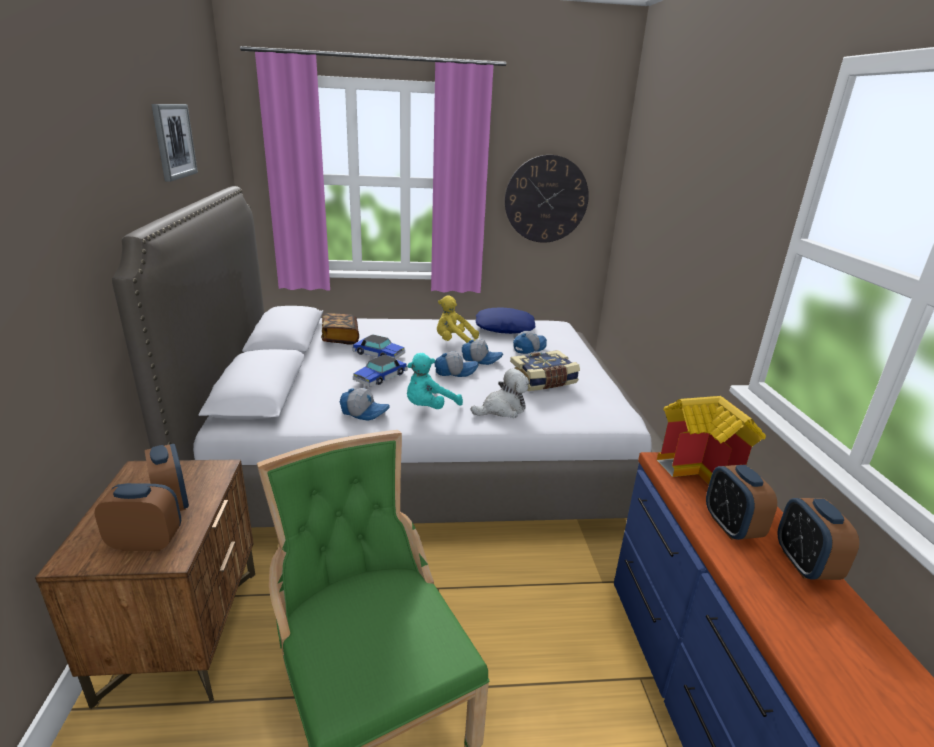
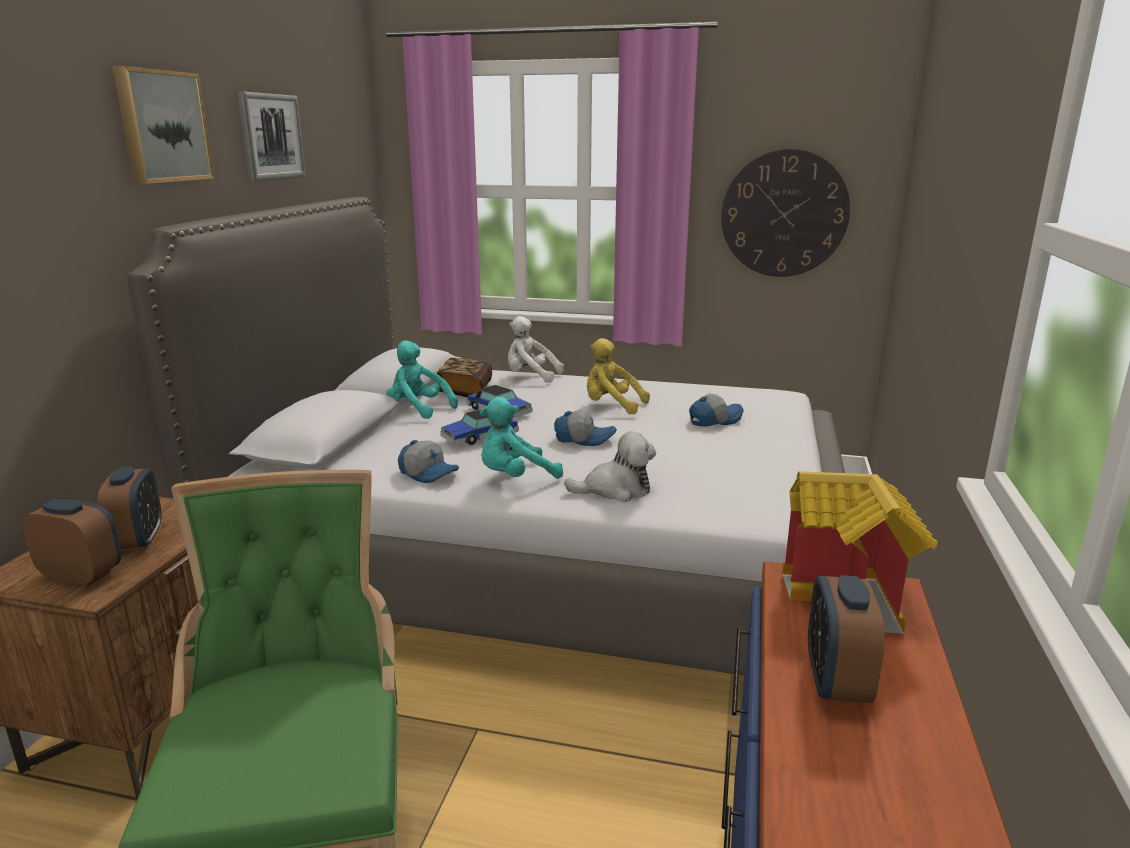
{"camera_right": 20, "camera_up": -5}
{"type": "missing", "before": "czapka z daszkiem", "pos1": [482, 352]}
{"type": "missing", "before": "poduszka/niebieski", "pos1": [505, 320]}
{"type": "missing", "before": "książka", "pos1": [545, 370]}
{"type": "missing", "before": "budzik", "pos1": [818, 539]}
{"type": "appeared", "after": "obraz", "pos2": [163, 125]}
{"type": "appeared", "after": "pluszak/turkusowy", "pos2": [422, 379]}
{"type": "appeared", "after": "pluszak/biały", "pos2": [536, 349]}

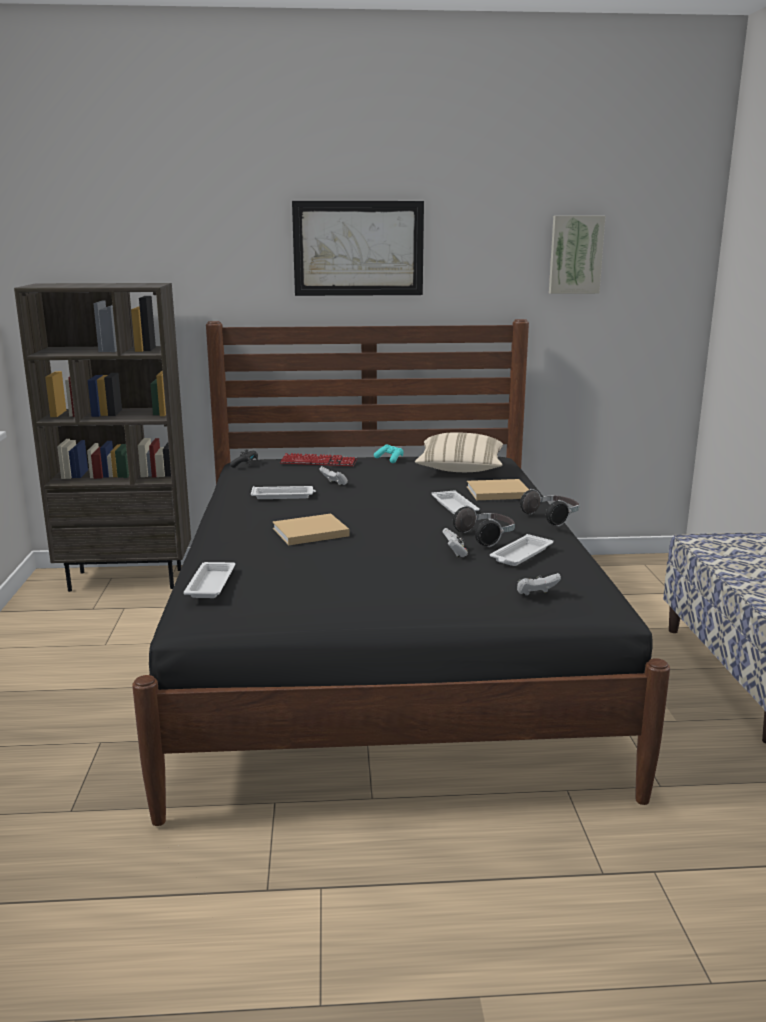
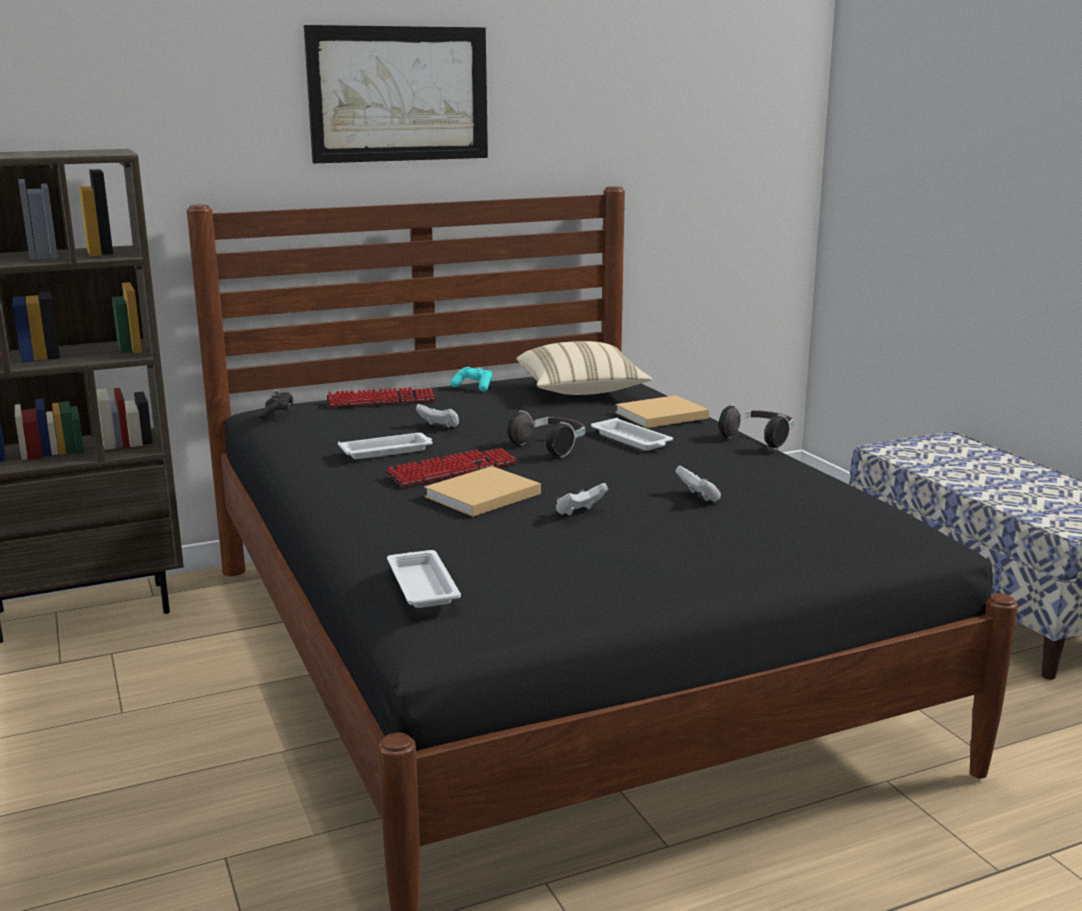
{"camera_right": -20, "camera_up": 0}
{"type": "relocated", "before": "słuchawki", "pos1": [484, 526], "pos2": [546, 434]}
{"type": "missing", "before": "taca/biały", "pos1": [521, 550]}
{"type": "relocated", "before": "pad do gier/biały", "pos1": [539, 584], "pos2": [582, 499]}
{"type": "missing", "before": "obraz", "pos1": [577, 255]}
{"type": "appeared", "after": "klawiatura", "pos2": [451, 467]}

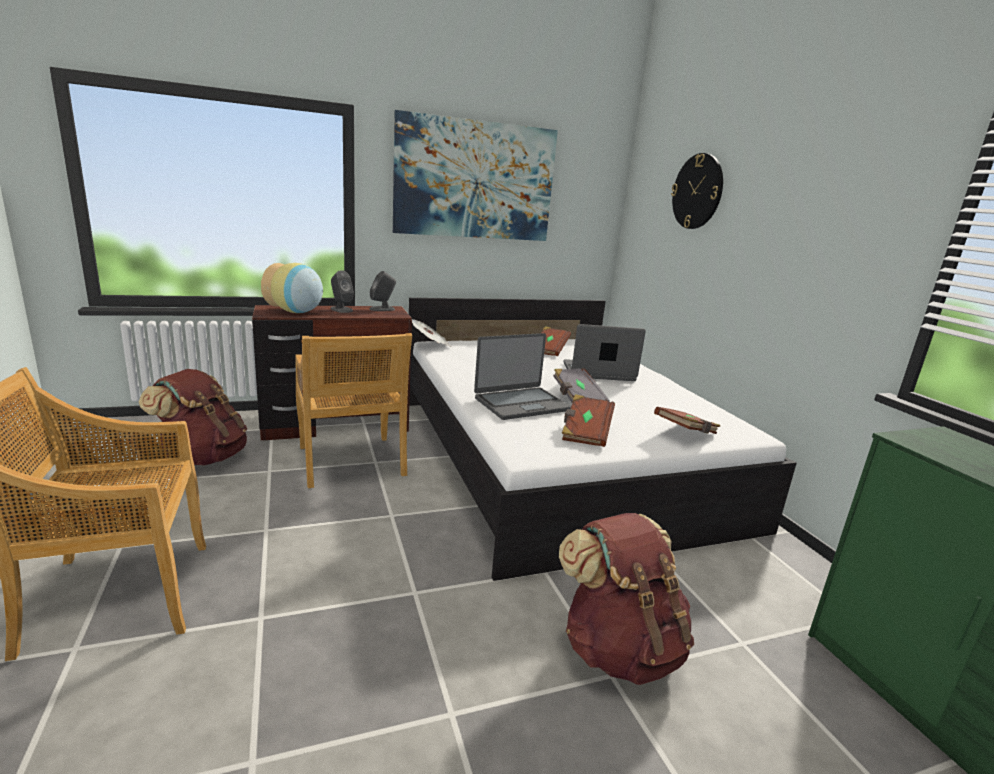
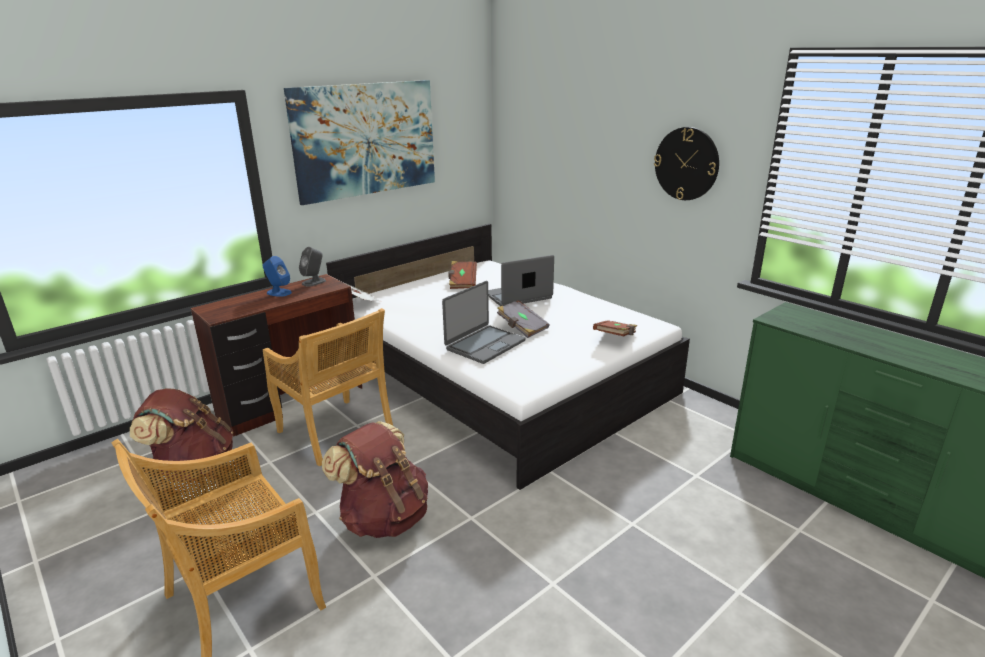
{"camera_right": -20, "camera_up": 5}
{"type": "missing", "before": "wazon", "pos1": [292, 288]}
{"type": "colour", "before": "głośnik/szary", "after": "głośnik/niebieski", "pos1": [342, 291], "pos2": [277, 276]}
{"type": "relocated", "before": "plecak/brązowy", "pos1": [626, 599], "pos2": [375, 479]}
{"type": "missing", "before": "książka/brązowy", "pos1": [588, 420]}
{"type": "relocated", "before": "zegar ścienny", "pos1": [697, 191], "pos2": [686, 163]}

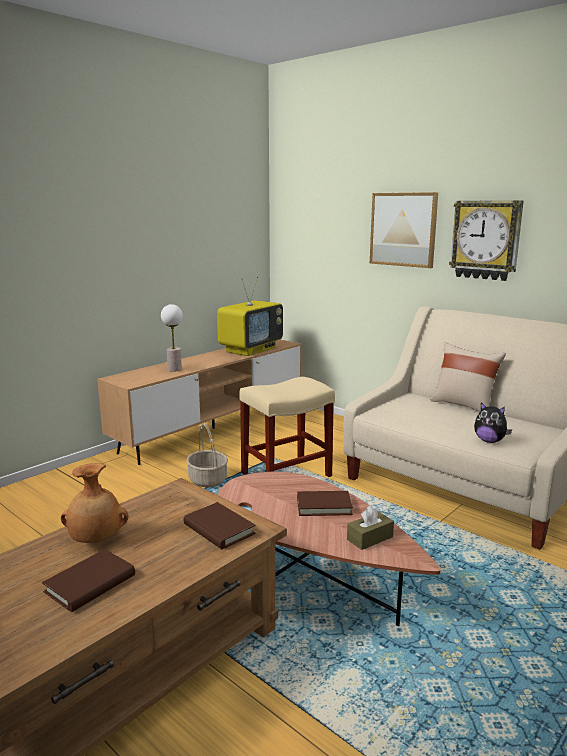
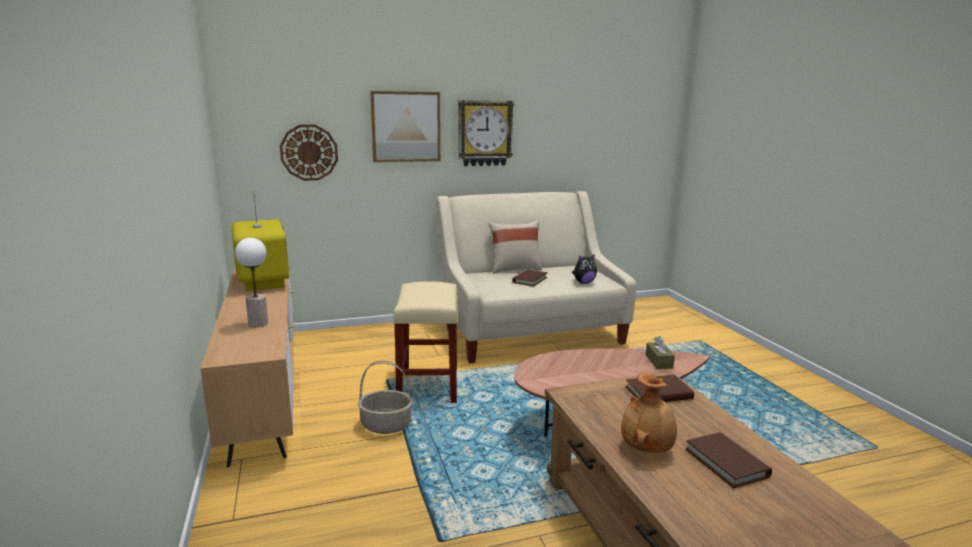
{"camera_right": -60, "camera_up": 0}
{"type": "relocated", "before": "książka/brązowy", "pos1": [325, 503], "pos2": [530, 277]}
{"type": "appeared", "after": "zegar ścienny", "pos2": [309, 153]}

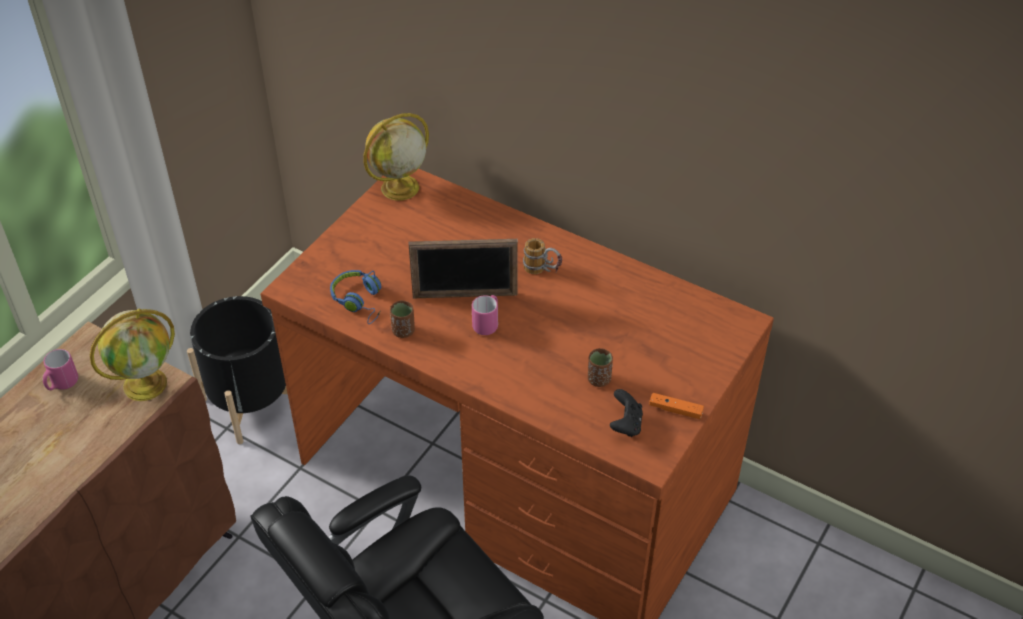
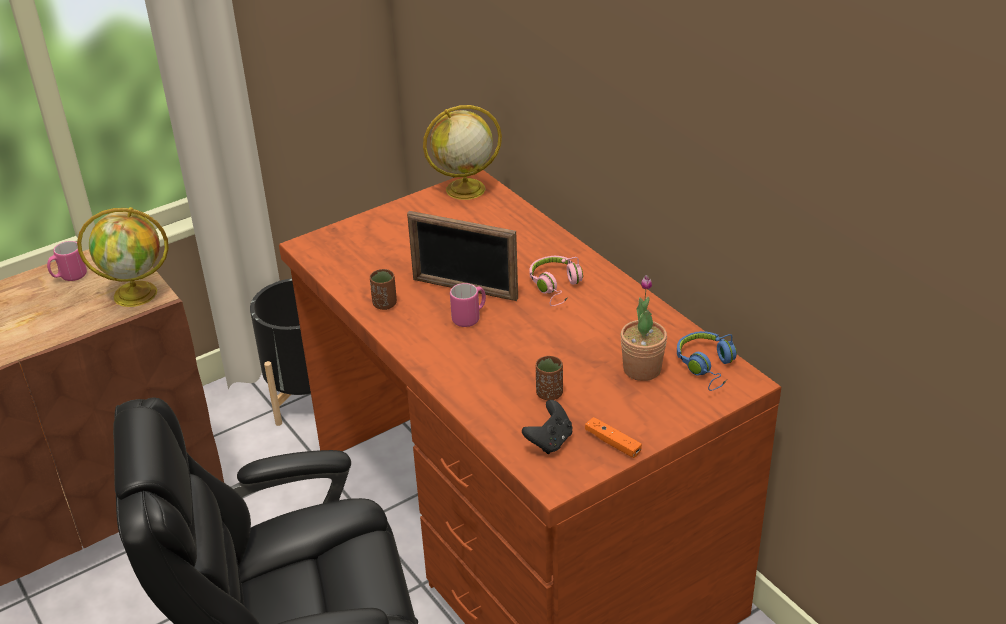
{"camera_right": 25, "camera_up": -10}
{"type": "relocated", "before": "słuchawki/niebieski", "pos1": [355, 297], "pos2": [707, 361]}
{"type": "exchanged", "before": "kubek", "after": "słuchawki/różowy", "pos1": [542, 256], "pos2": [556, 281]}
{"type": "appeared", "after": "roślina doniczkowa", "pos2": [643, 328]}

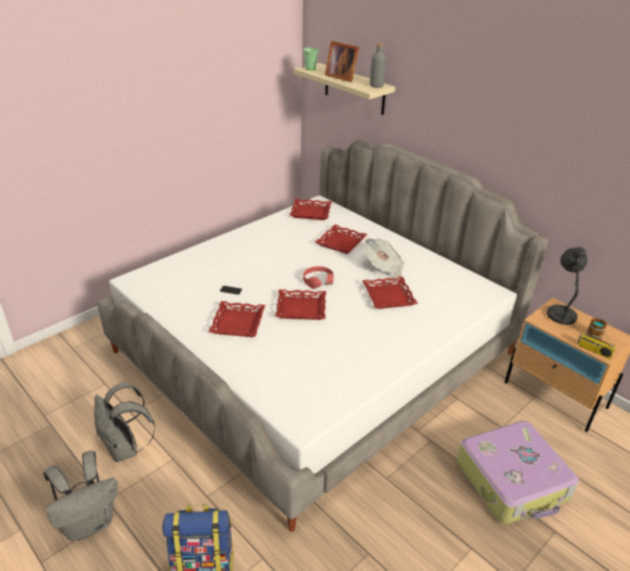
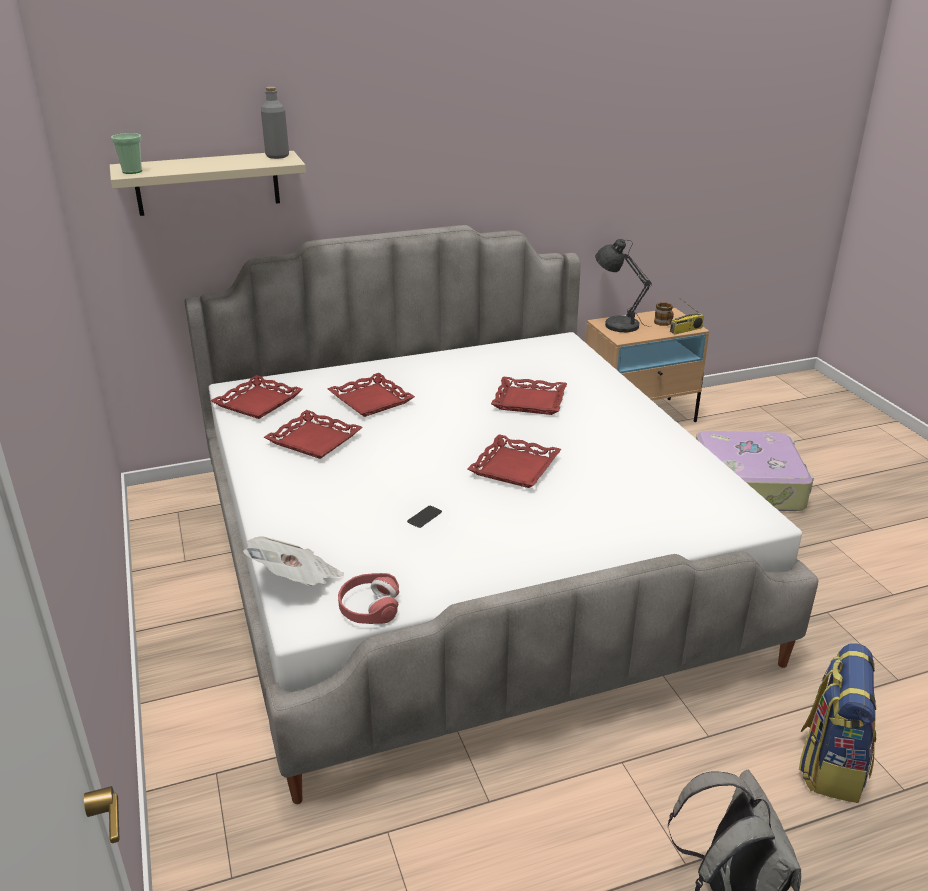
{"camera_right": -65, "camera_up": -5}
{"type": "missing", "before": "plecak/szary", "pos1": [124, 422]}
{"type": "relocated", "before": "taca/czerwony", "pos1": [236, 319], "pos2": [313, 434]}
{"type": "relocated", "before": "słuchawki/czerwony", "pos1": [318, 277], "pos2": [368, 598]}
{"type": "missing", "before": "ramka na zdjęcie", "pos1": [342, 61]}
{"type": "relocated", "before": "gazeta", "pos1": [384, 257], "pos2": [293, 561]}

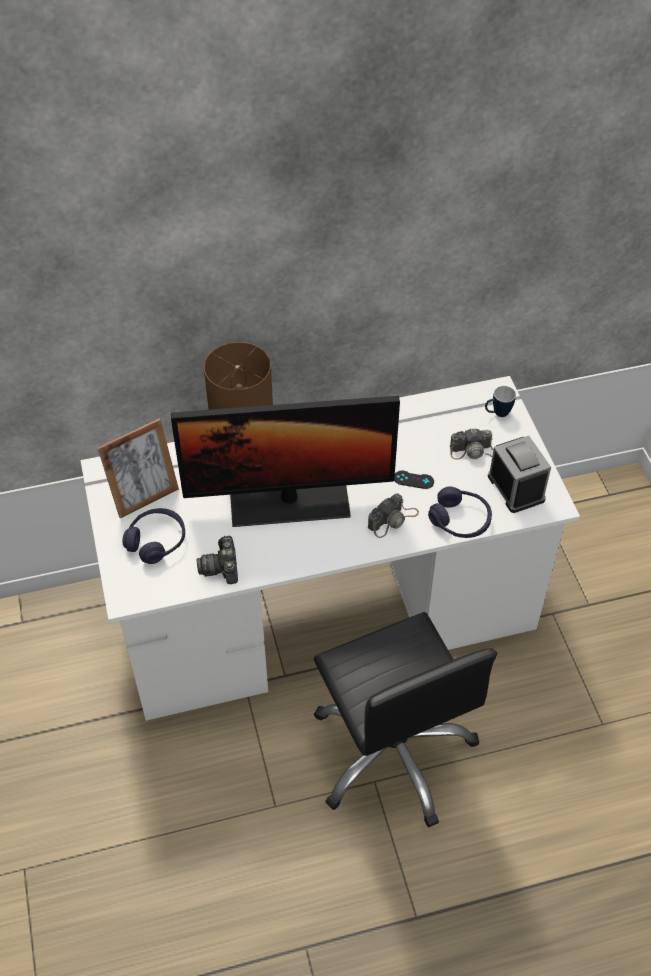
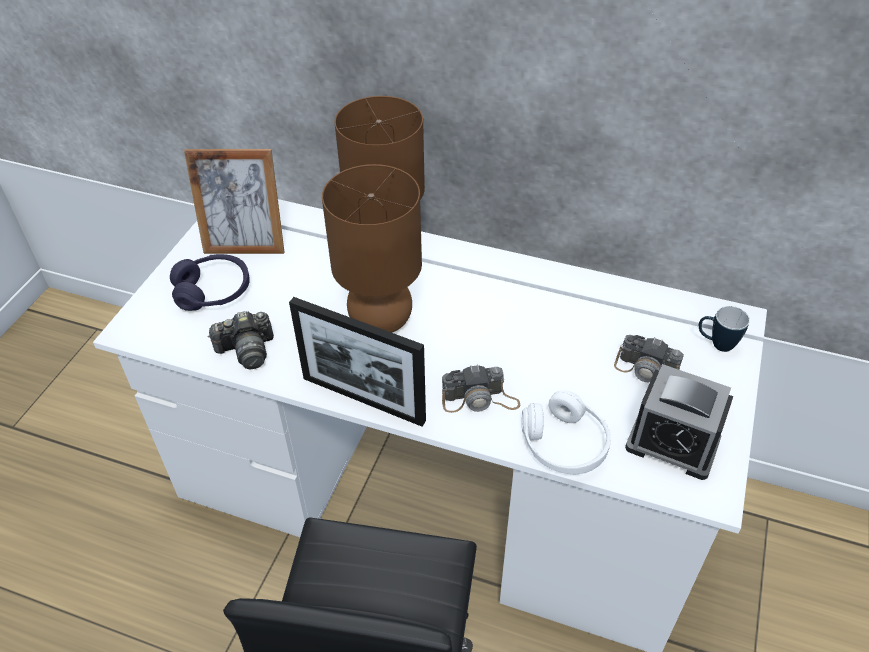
{"camera_right": 35, "camera_up": -5}
{"type": "exchanged", "before": "monitor", "after": "lampa stołowa/brązowy", "pos1": [285, 461], "pos2": [372, 248]}
{"type": "spun", "before": "aparat fotograficzny", "pos1": [217, 560], "pos2": [241, 340], "turn": -135}
{"type": "missing", "before": "pad do gier/czarny", "pos1": [414, 479]}
{"type": "colour", "before": "słuchawki/fioletowy", "after": "słuchawki/biały", "pos1": [460, 512], "pos2": [566, 432]}
{"type": "spun", "before": "budzik", "pos1": [519, 474], "pos2": [679, 422], "turn": 105}
{"type": "appeared", "after": "ramka na zdjęcie", "pos2": [357, 362]}

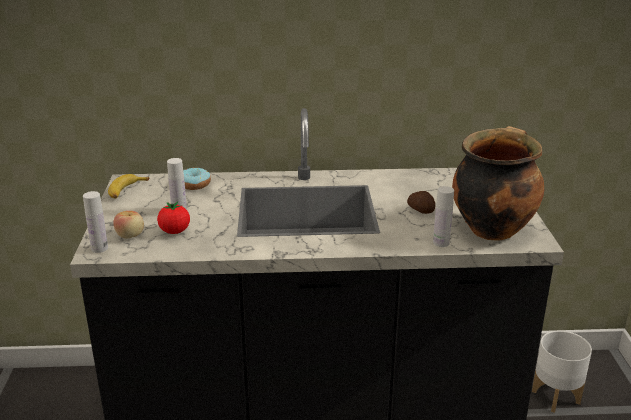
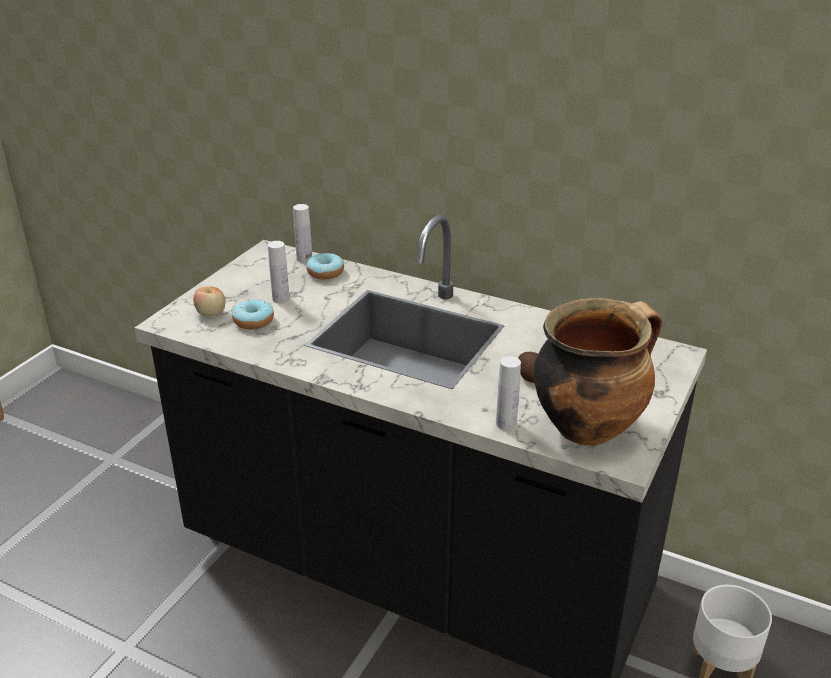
{"camera_right": 30, "camera_up": 5}
{"type": "relocated", "before": "butelka/biały", "pos1": [95, 222], "pos2": [302, 233]}
{"type": "missing", "before": "banan", "pos1": [129, 186]}
{"type": "exchanged", "before": "pomidor", "after": "donut", "pos1": [173, 218], "pos2": [253, 315]}

